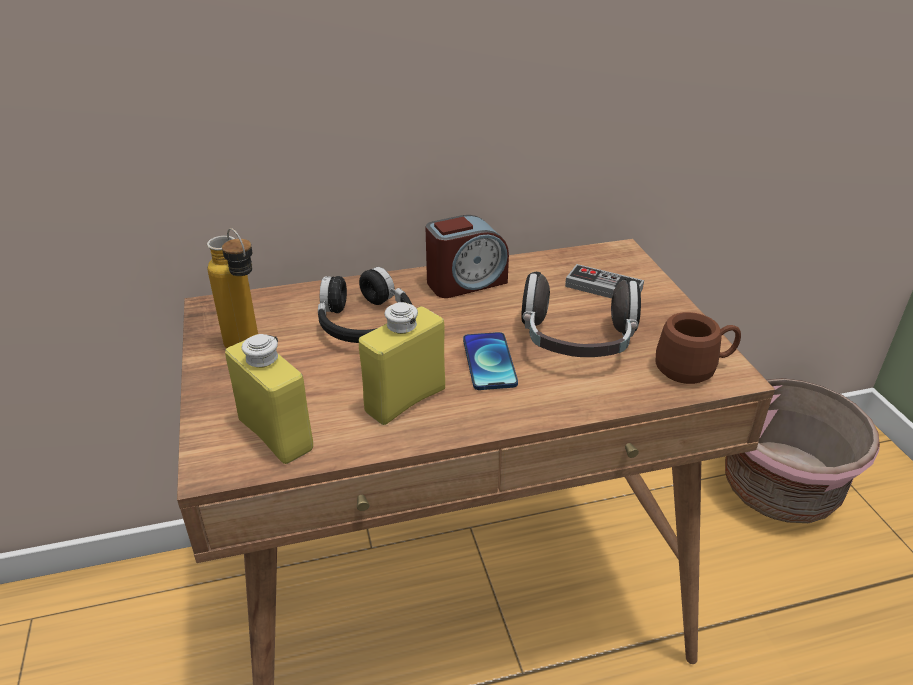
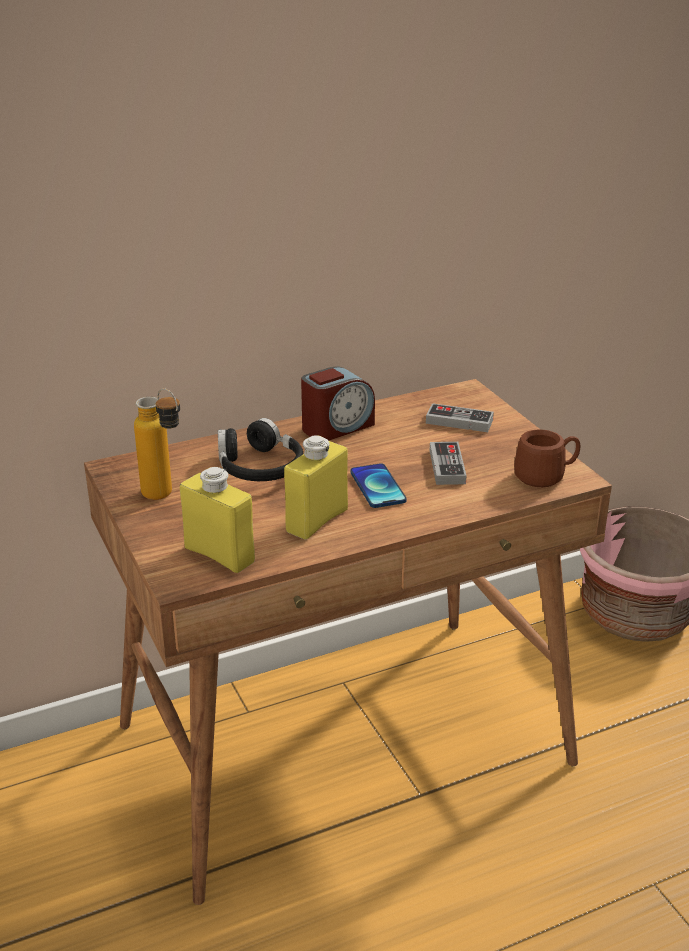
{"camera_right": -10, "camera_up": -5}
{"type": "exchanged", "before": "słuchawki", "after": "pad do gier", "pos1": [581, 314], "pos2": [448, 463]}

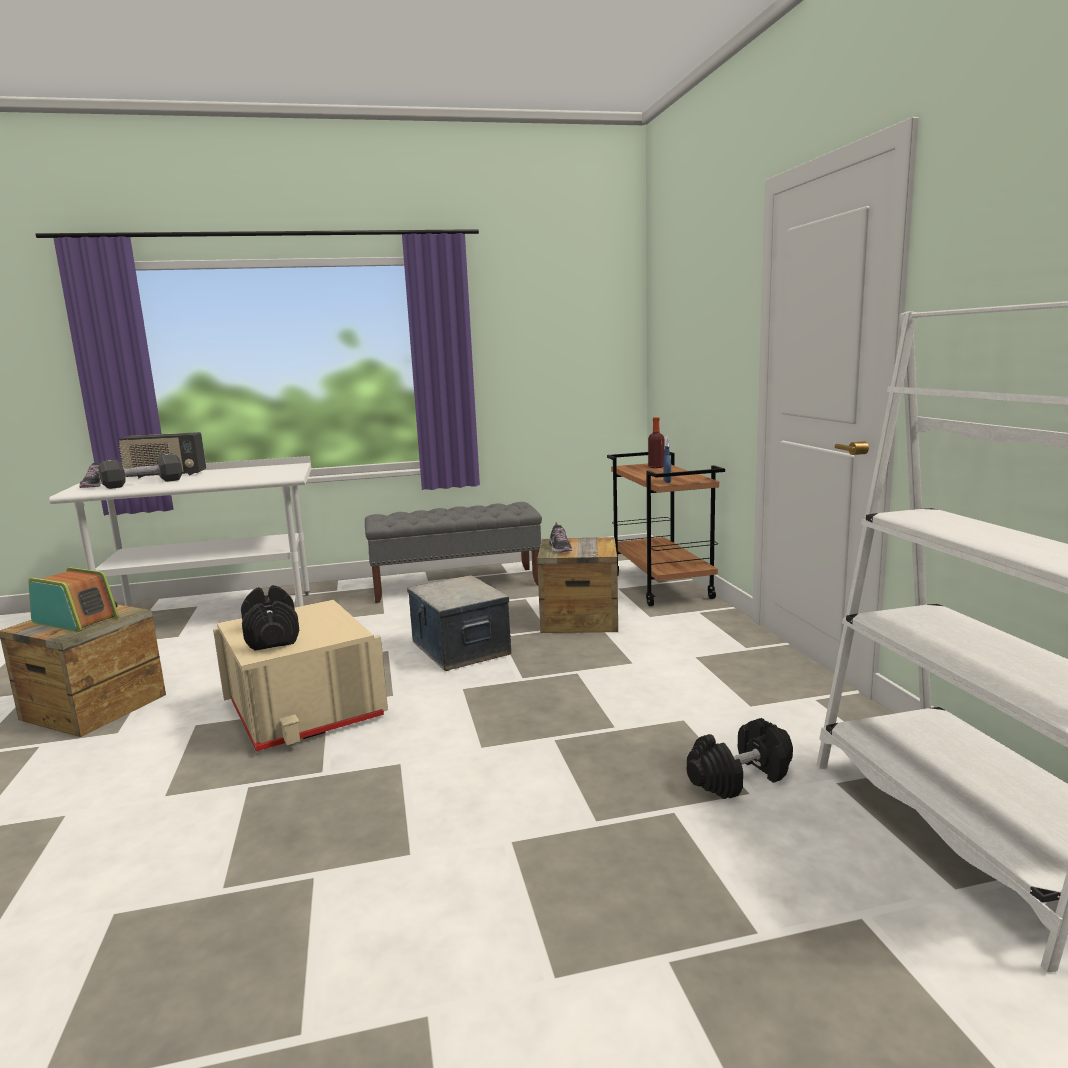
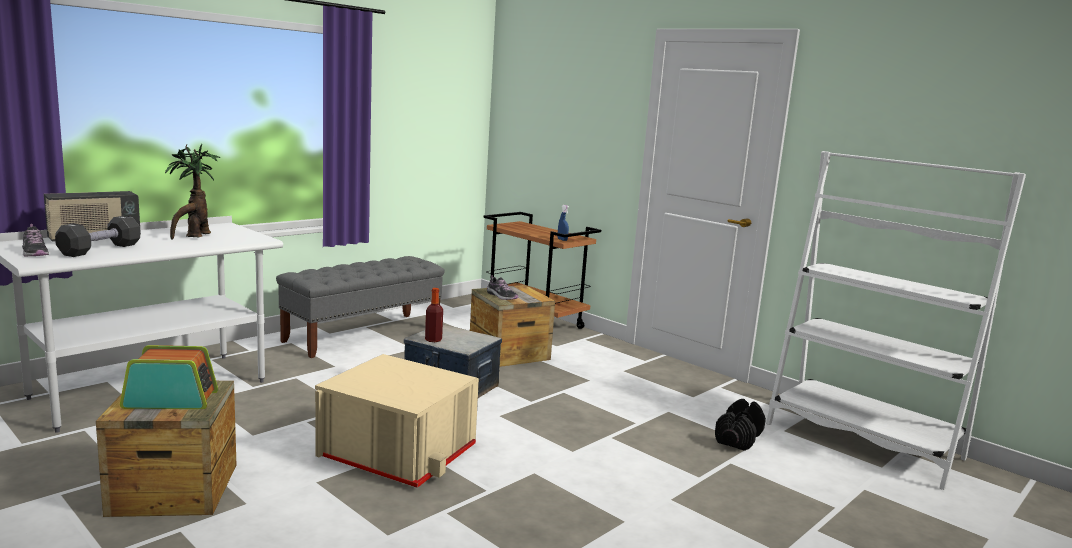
{"camera_right": -35, "camera_up": 0}
{"type": "missing", "before": "hantel/czarny", "pos1": [270, 618]}
{"type": "relocated", "before": "butelka", "pos1": [656, 442], "pos2": [434, 315]}
{"type": "appeared", "after": "roślina doniczkowa", "pos2": [192, 192]}

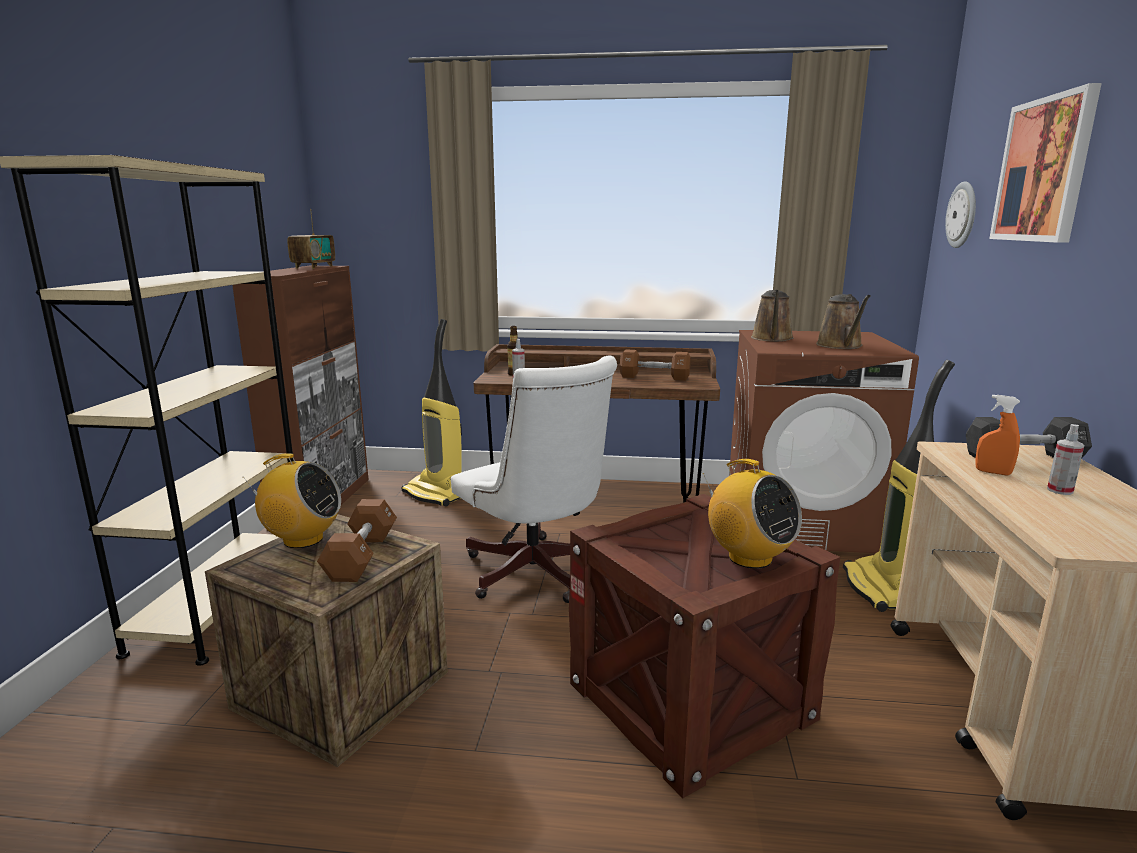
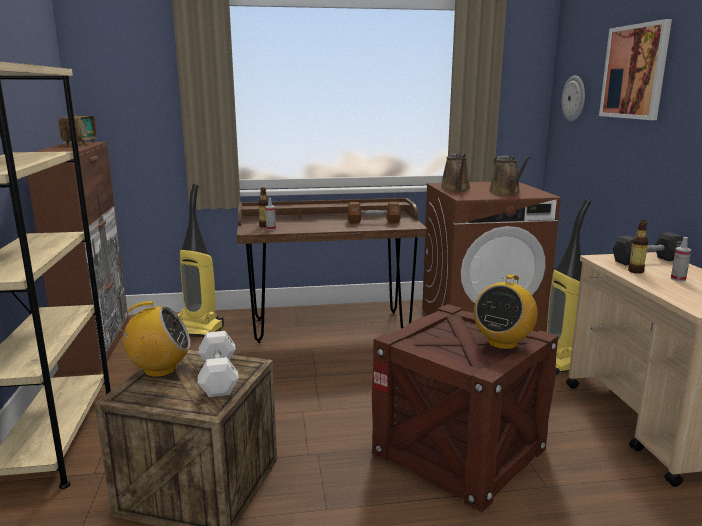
{"camera_right": -15, "camera_up": 0}
{"type": "colour", "before": "hantel/brązowy", "after": "hantel/biały", "pos1": [357, 540], "pos2": [218, 364]}
{"type": "missing", "before": "krzesło biurowe/biały", "pos1": [534, 479]}
{"type": "spun", "before": "radio", "pos1": [752, 514], "pos2": [506, 312], "turn": 90}
{"type": "exchanged", "before": "spryskiwacz/pomarańczowy", "after": "butelka", "pos1": [998, 435], "pos2": [638, 247]}

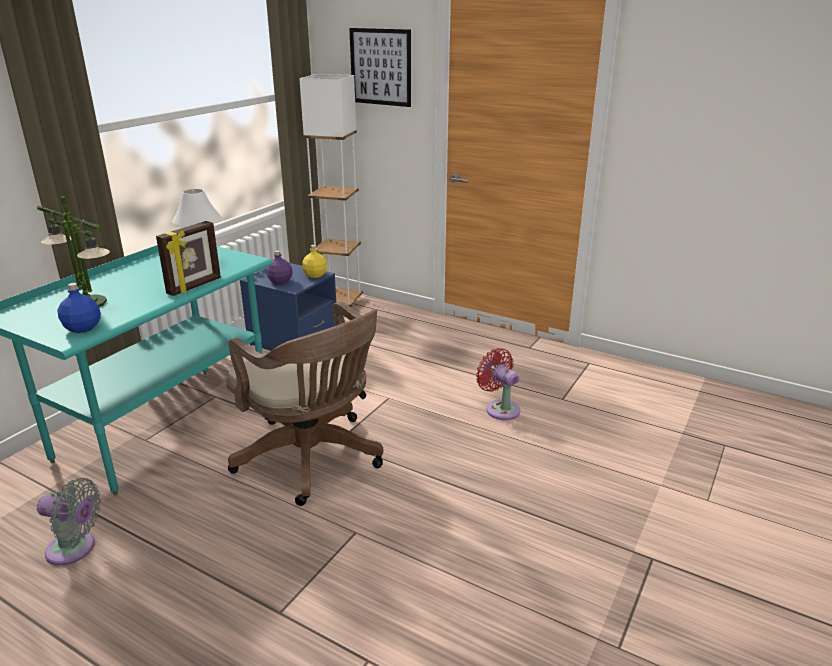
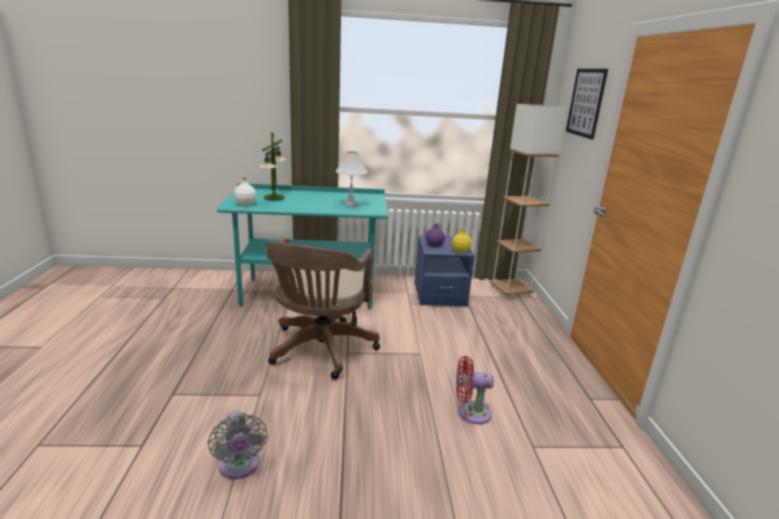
{"camera_right": 55, "camera_up": -5}
{"type": "relocated", "before": "wentylator/szary", "pos1": [69, 522], "pos2": [238, 445]}
{"type": "colour", "before": "butelka/niebieski", "after": "butelka/biały", "pos1": [79, 308], "pos2": [245, 191]}
{"type": "missing", "before": "ramka na zdjęcie", "pos1": [188, 258]}
{"type": "spun", "before": "wentylator/czerwony", "pos1": [498, 384], "pos2": [475, 390], "turn": -105}

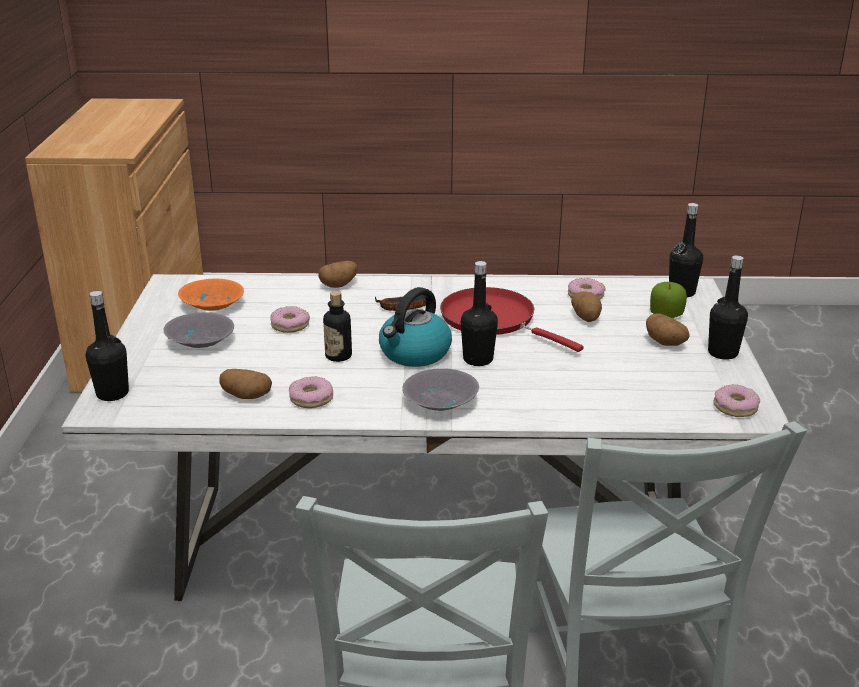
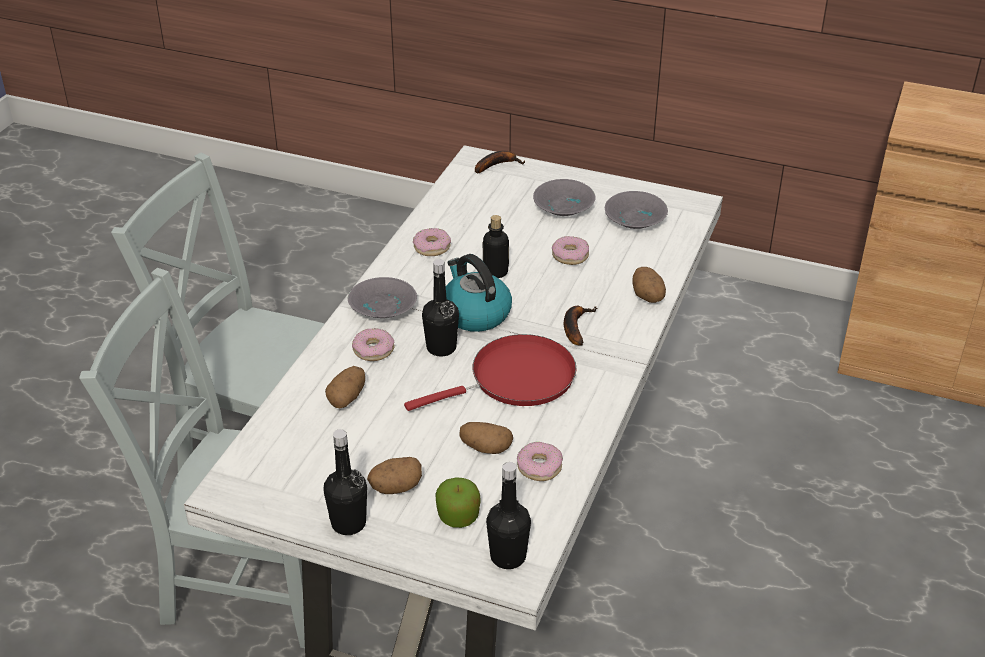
{"camera_right": 110, "camera_up": 10}
{"type": "exchanged", "before": "butelka/czarny", "after": "banan", "pos1": [107, 346], "pos2": [500, 162]}
{"type": "colour", "before": "miska/pomarańczowy", "after": "miska/szary", "pos1": [211, 295], "pos2": [636, 210]}
{"type": "relocated", "before": "ziemniak", "pos1": [246, 384], "pos2": [345, 387]}
{"type": "relocated", "before": "donut", "pos1": [736, 400], "pos2": [373, 344]}

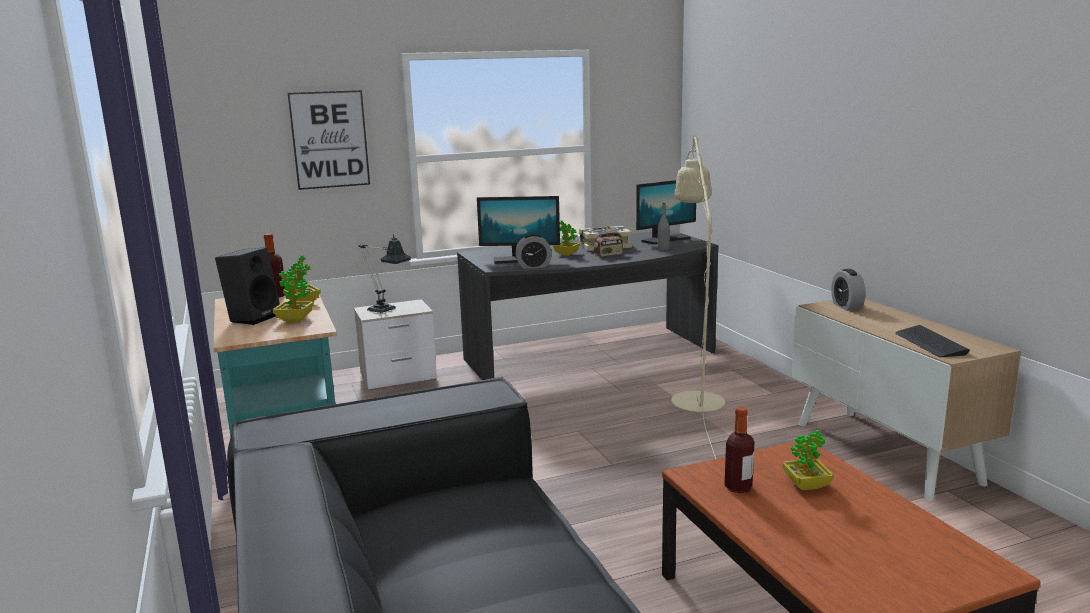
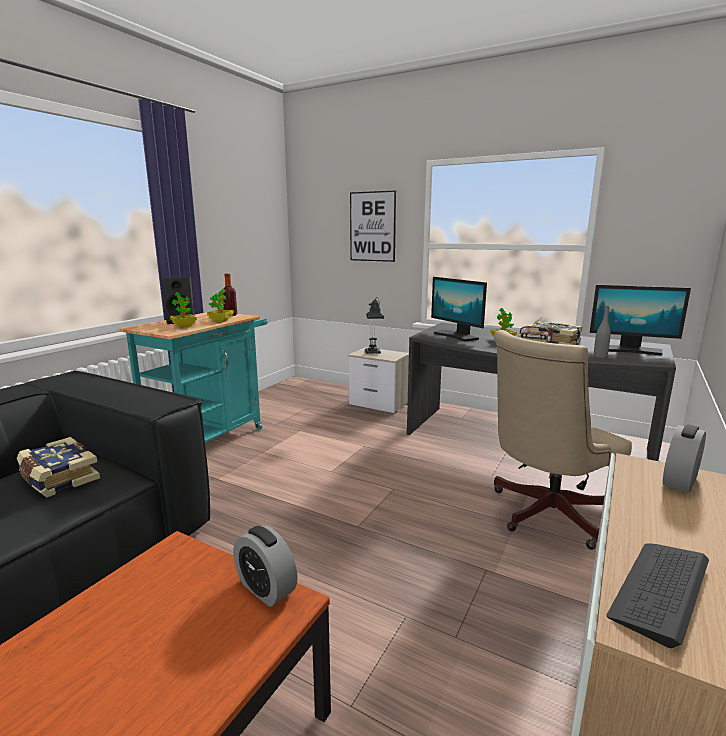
{"camera_right": 50, "camera_up": 0}
{"type": "relocated", "before": "budzik", "pos1": [533, 251], "pos2": [265, 566]}
{"type": "exchanged", "before": "lampa stojąca/beżowy", "after": "krzesło biurowe/beżowy", "pos1": [698, 297], "pos2": [563, 440]}
{"type": "missing", "before": "butelka", "pos1": [739, 450]}
{"type": "missing", "before": "roślina doniczkowa", "pos1": [808, 460]}
{"type": "appeared", "after": "książka", "pos2": [58, 467]}

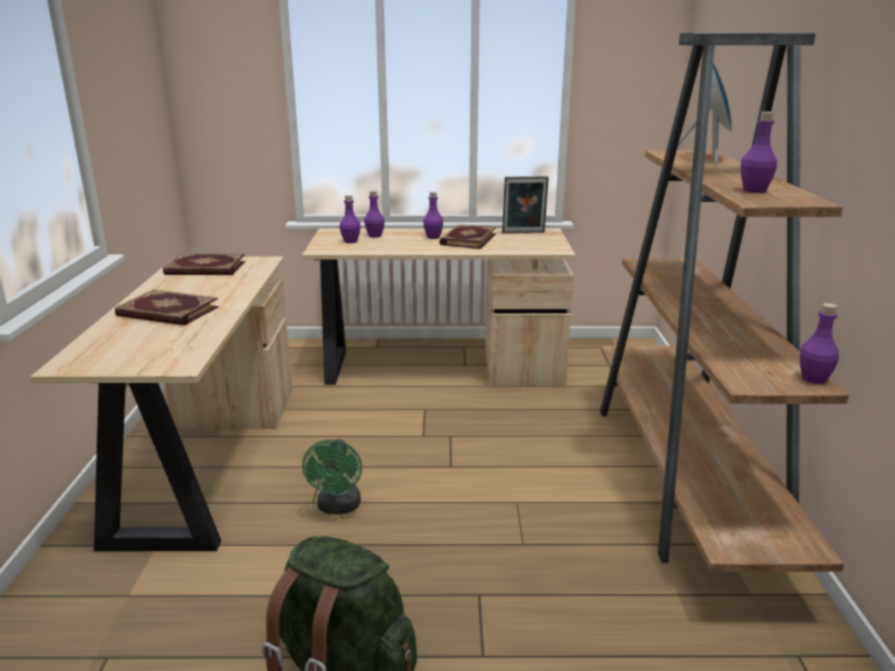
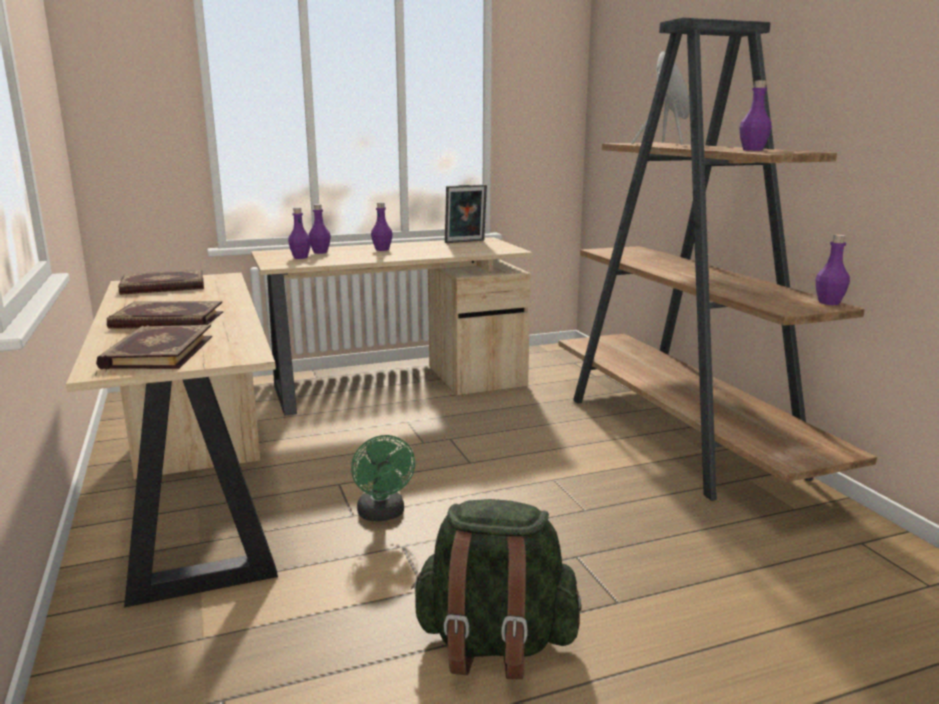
{"camera_right": -20, "camera_up": -5}
{"type": "relocated", "before": "książka", "pos1": [467, 237], "pos2": [154, 347]}

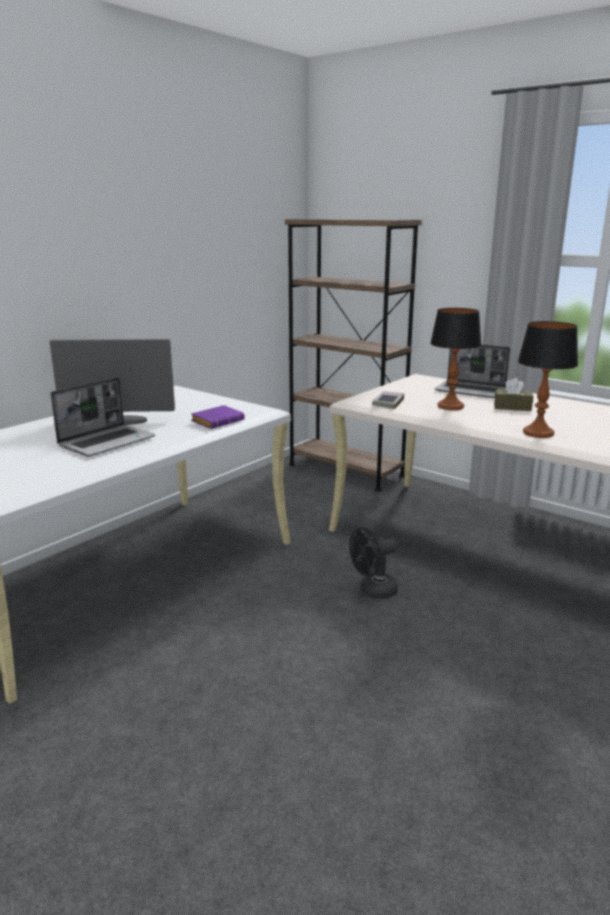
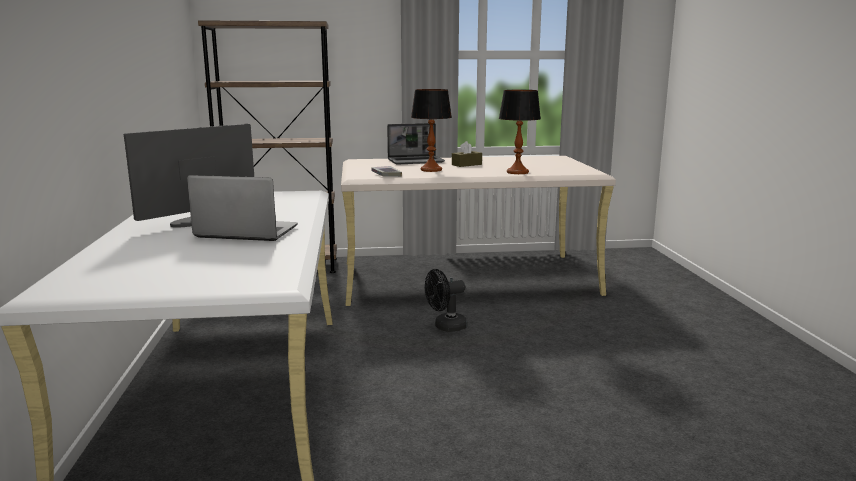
{"camera_right": -45, "camera_up": -5}
{"type": "spun", "before": "laptop", "pos1": [102, 417], "pos2": [242, 208], "turn": -75}
{"type": "missing", "before": "książka/fioletowy", "pos1": [218, 417]}
{"type": "spun", "before": "wentylator/czarny", "pos1": [373, 563], "pos2": [446, 300], "turn": 45}

